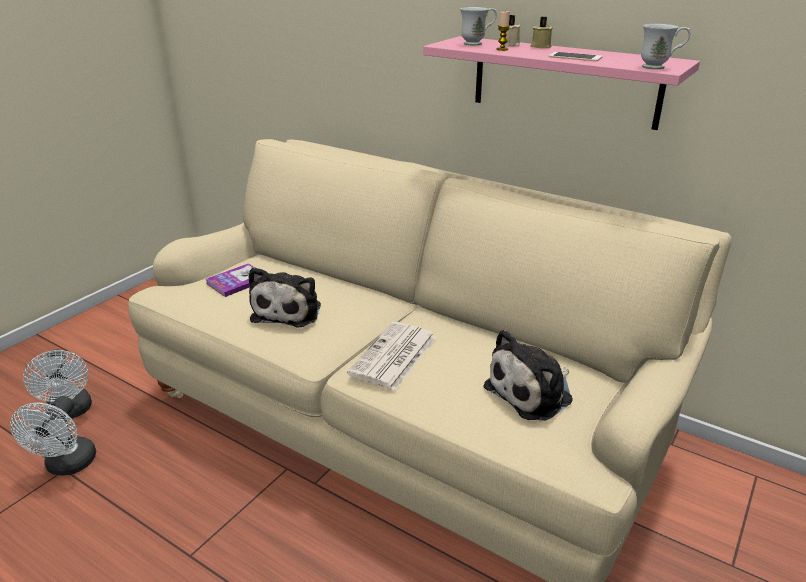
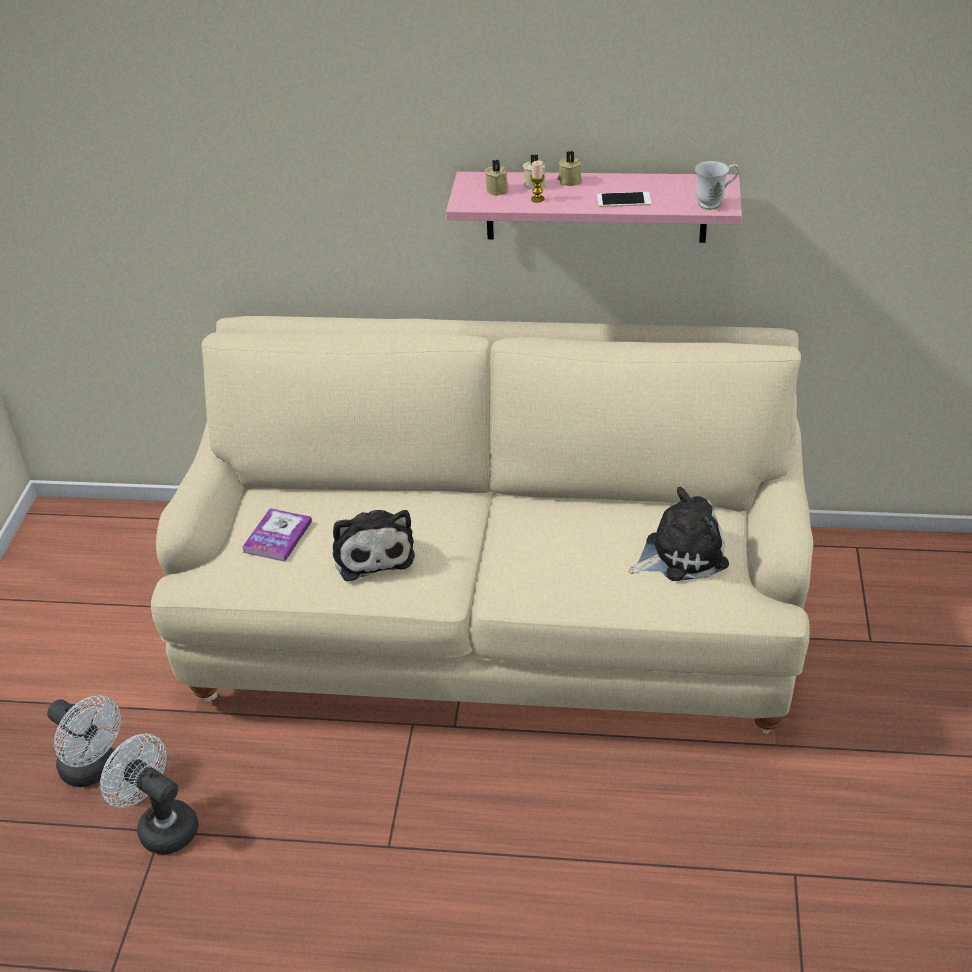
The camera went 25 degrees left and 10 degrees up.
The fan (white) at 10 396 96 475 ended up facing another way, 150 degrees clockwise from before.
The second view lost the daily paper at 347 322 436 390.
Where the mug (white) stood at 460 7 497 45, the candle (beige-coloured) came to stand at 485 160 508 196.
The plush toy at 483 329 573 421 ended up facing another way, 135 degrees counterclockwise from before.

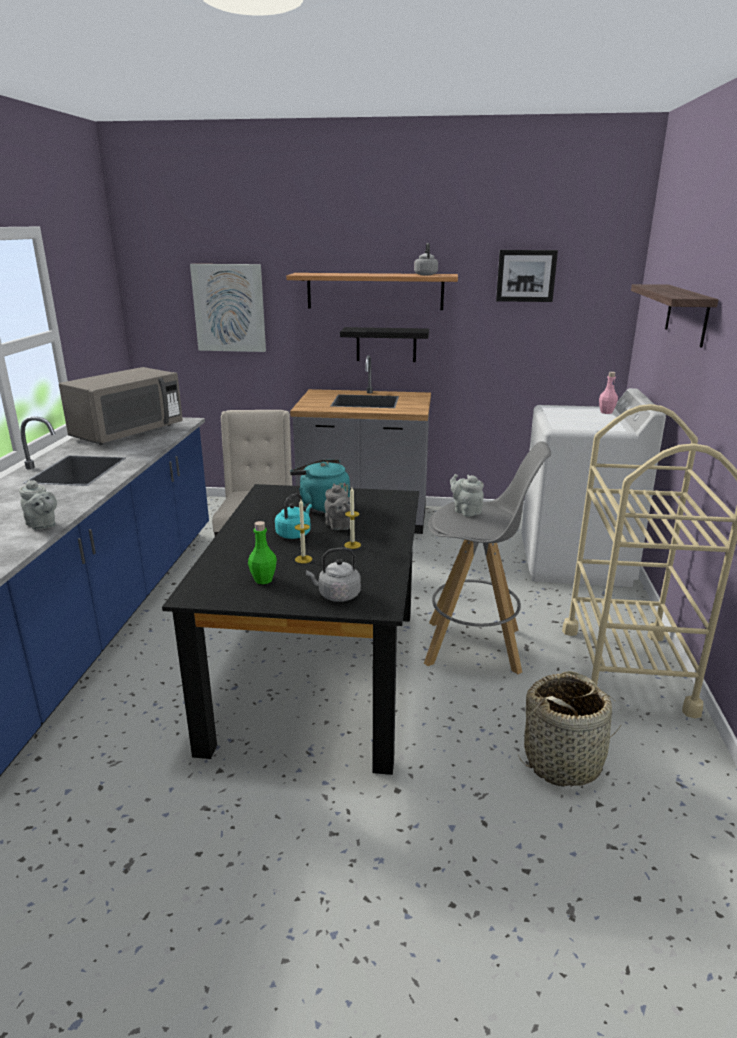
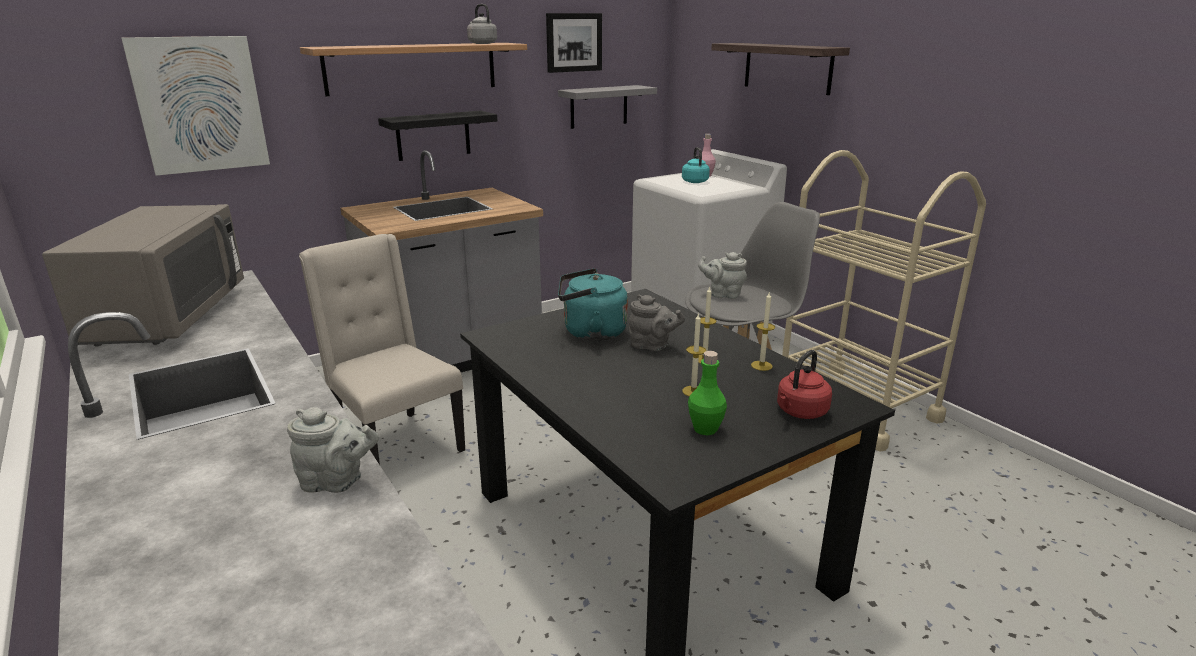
The camera went 40 degrees left and 0 degrees up.
The water kettle (blue-green) ended up elsewhere, having gone from 275 493 312 539 to 682 147 710 183.
What was the water kettle (greyish) at 306 548 361 602 turned into the water kettle (red) at 777 350 832 419.
The second view lost the basket at 518 671 622 787.
The second view gained the wall shelf (greyish) at 558 85 657 129.
The second view gained the candle at 751 291 775 371.

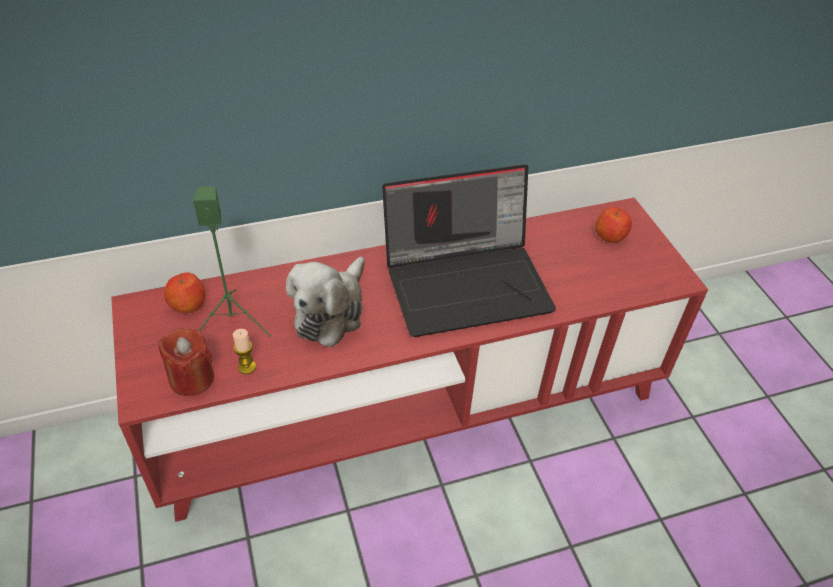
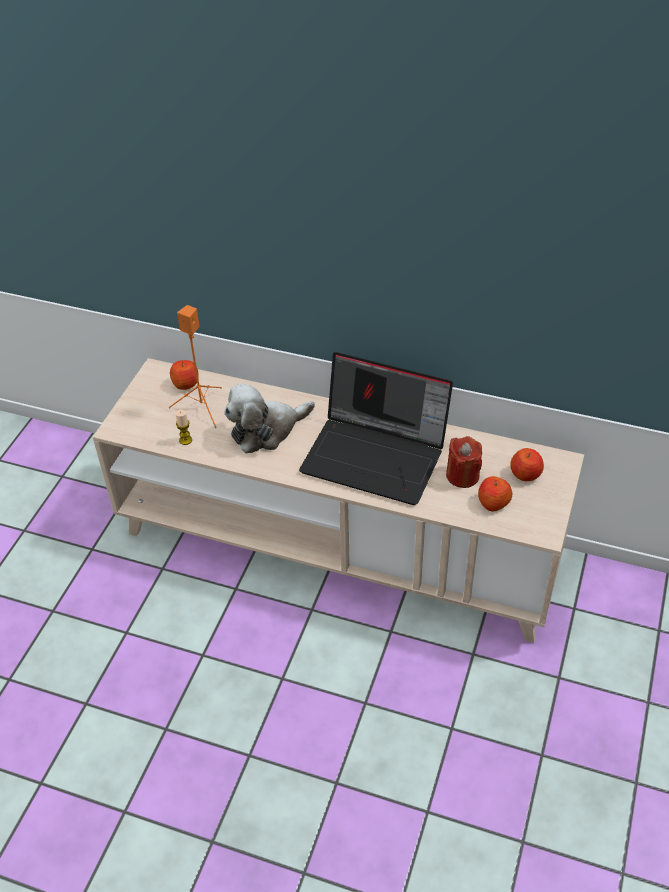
The camera went 40 degrees right and 0 degrees up.
What was the tv unit (red) at 111 198 708 522 turned into the tv unit (beige-coloured) at 93 358 584 643.
The candle (red) ended up elsewhere, having gone from 158 328 214 396 to 446 436 482 488.
What was the speaker (green-coloured) at 193 186 271 337 turned into the speaker (orange-coloured) at 169 305 222 428.
The second view gained the apple fruit at 478 476 512 511.

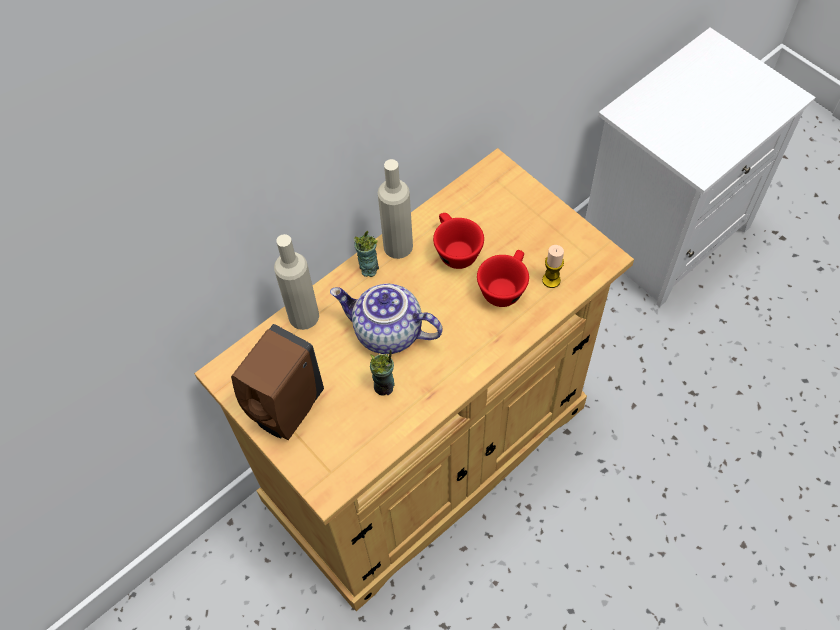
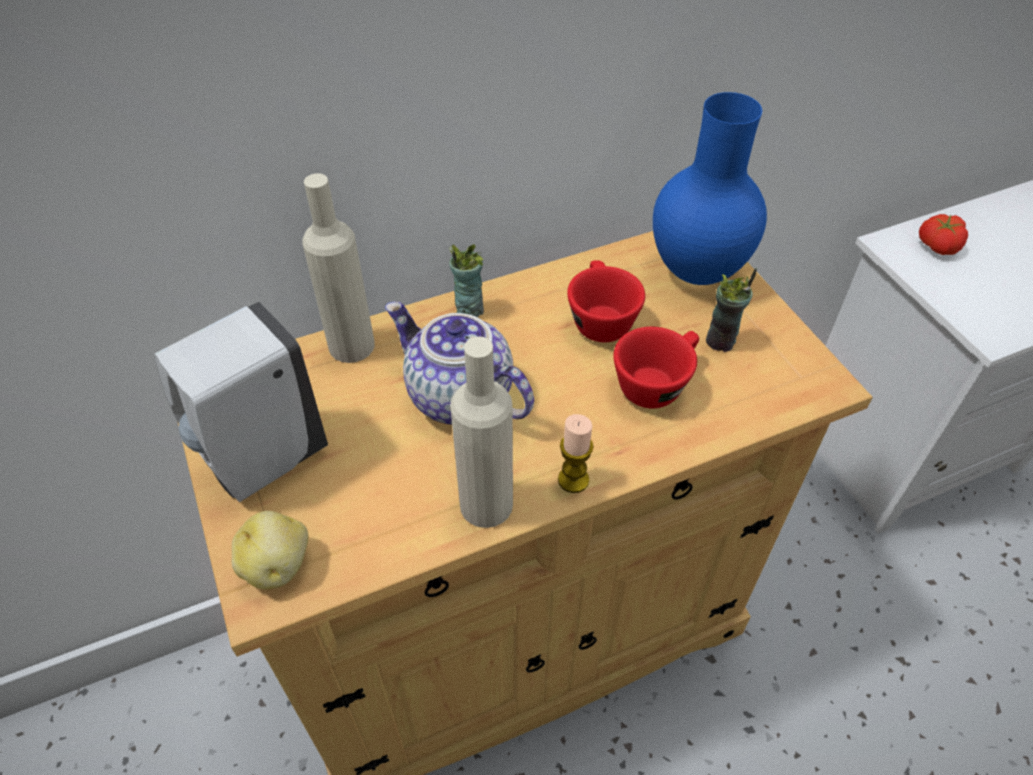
The camera went 15 degrees right and 10 degrees down.
What was the soap bottle (brownish) at 231 324 324 440 turned into the soap bottle (white) at 154 302 328 502.
The drinking cup ended up elsewhere, having gone from 370 349 395 396 to 706 268 757 352.
The bottle (beige-coloured) ended up elsewhere, having gone from 378 159 413 259 to 450 336 513 528.
The candle ended up elsewhere, having gone from 542 245 564 288 to 558 414 594 493.
The second view gained the potato at 232 511 308 589.
The second view gained the vase (blue) at 653 92 767 285.
The second view gained the fresh tomato at 919 214 968 255.

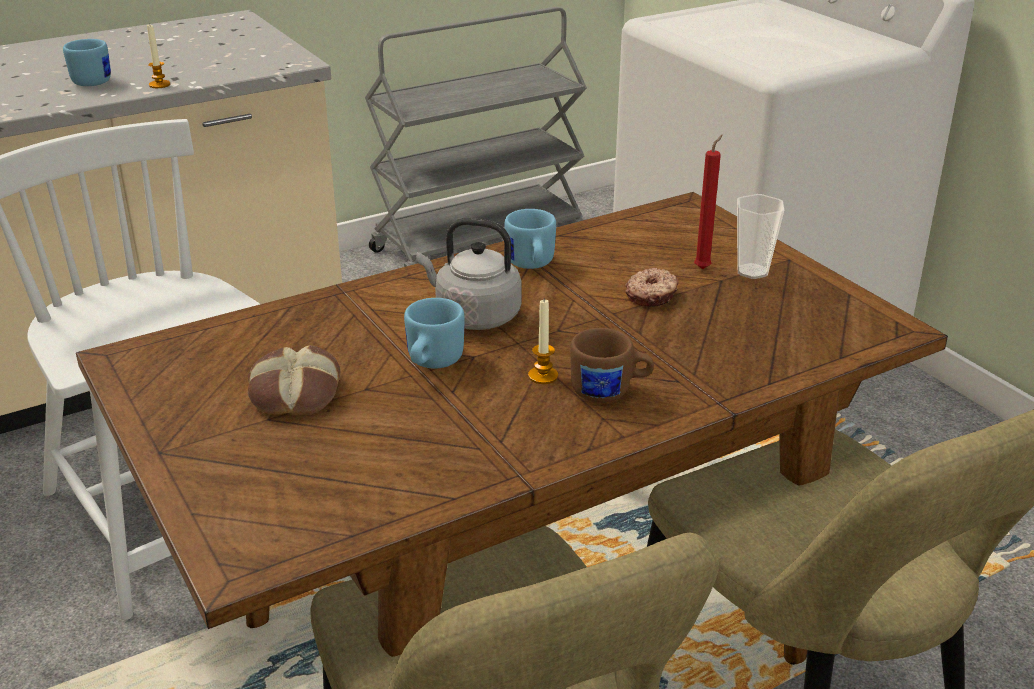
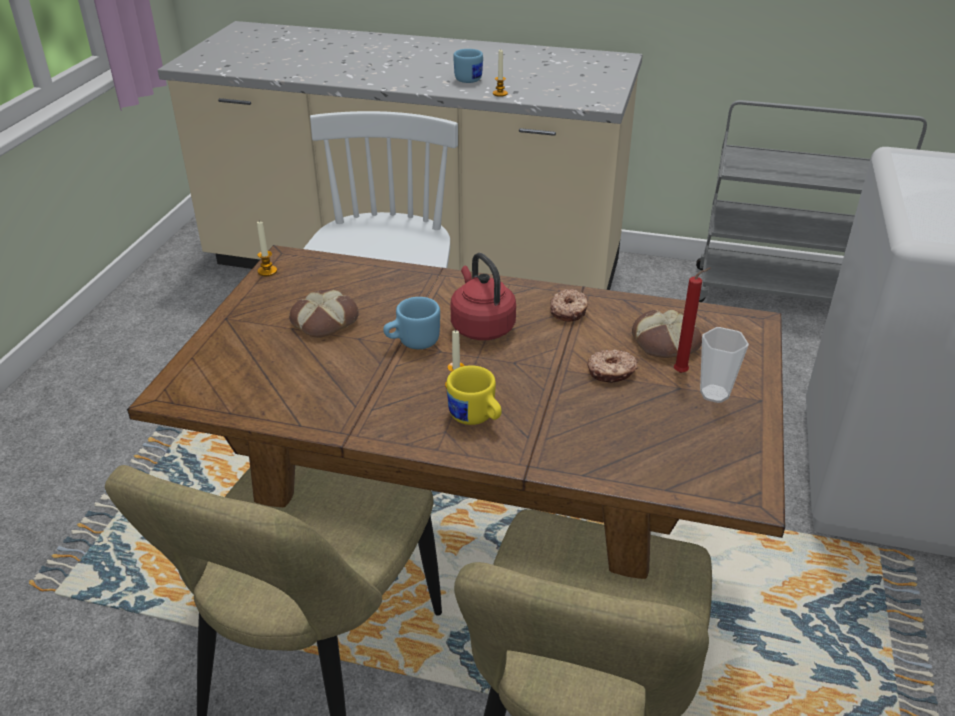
The camera went 45 degrees right and 5 degrees up.
What was the water kettle (greyish) at 416 218 522 330 turned into the water kettle (red) at 451 253 516 340.
Where the mug (blue) stood at 505 209 556 269, the doughnut came to stand at 550 289 588 322.
What was the mug (brownish) at 570 328 654 403 turned into the mug (yellow) at 446 365 502 425.
The second view gained the candle at 257 220 277 276.
The second view gained the bakery bread at 632 309 702 358.

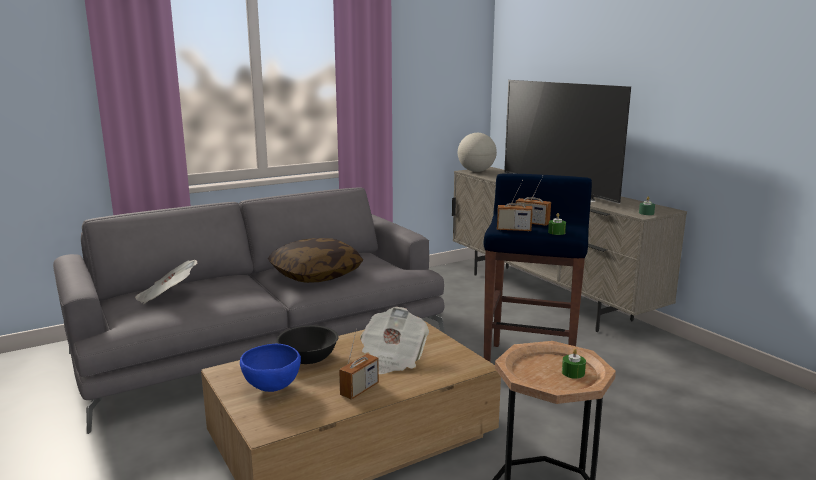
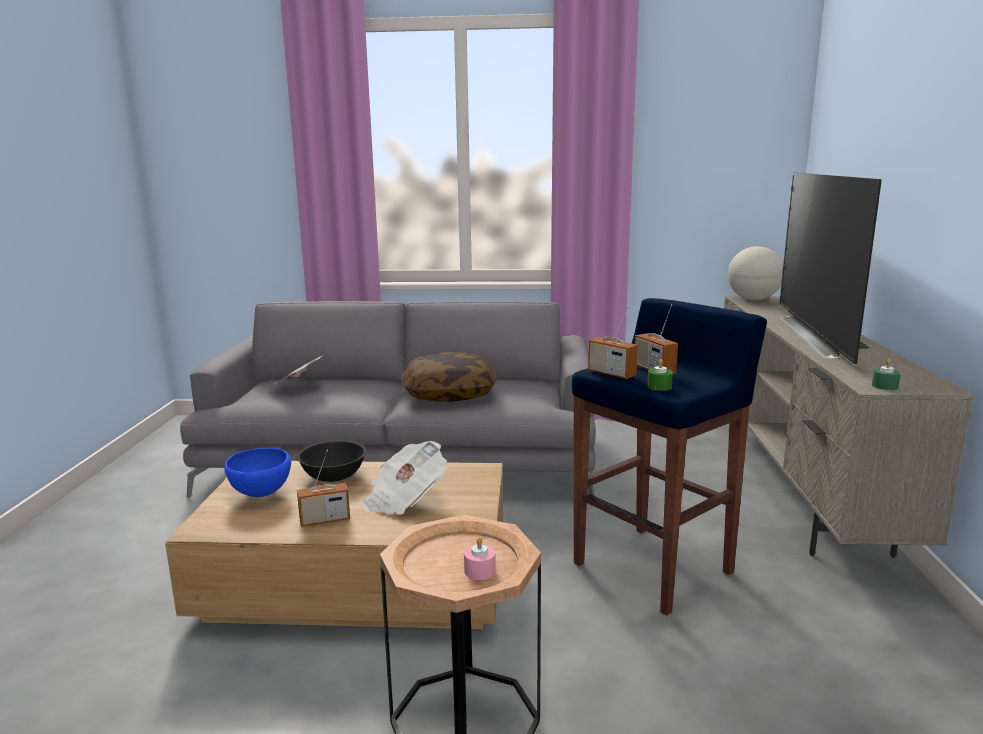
The camera went 35 degrees right and 0 degrees up.
What was the candle (green-coloured) at 562 348 586 379 turned into the candle (pink) at 464 537 496 580.

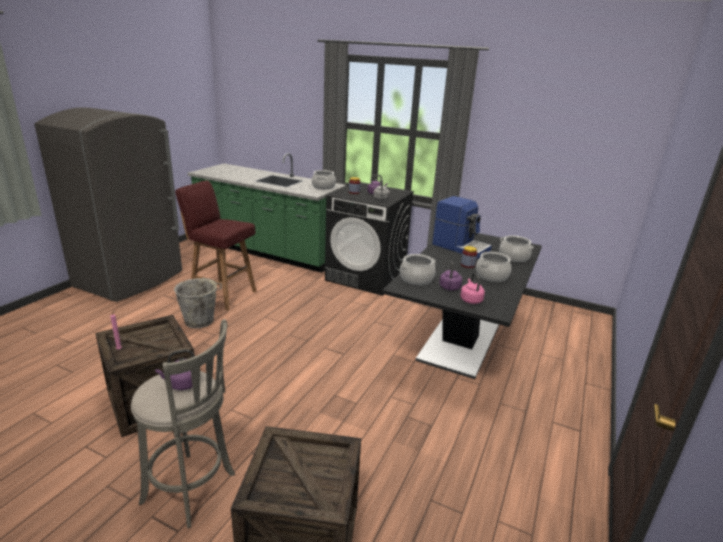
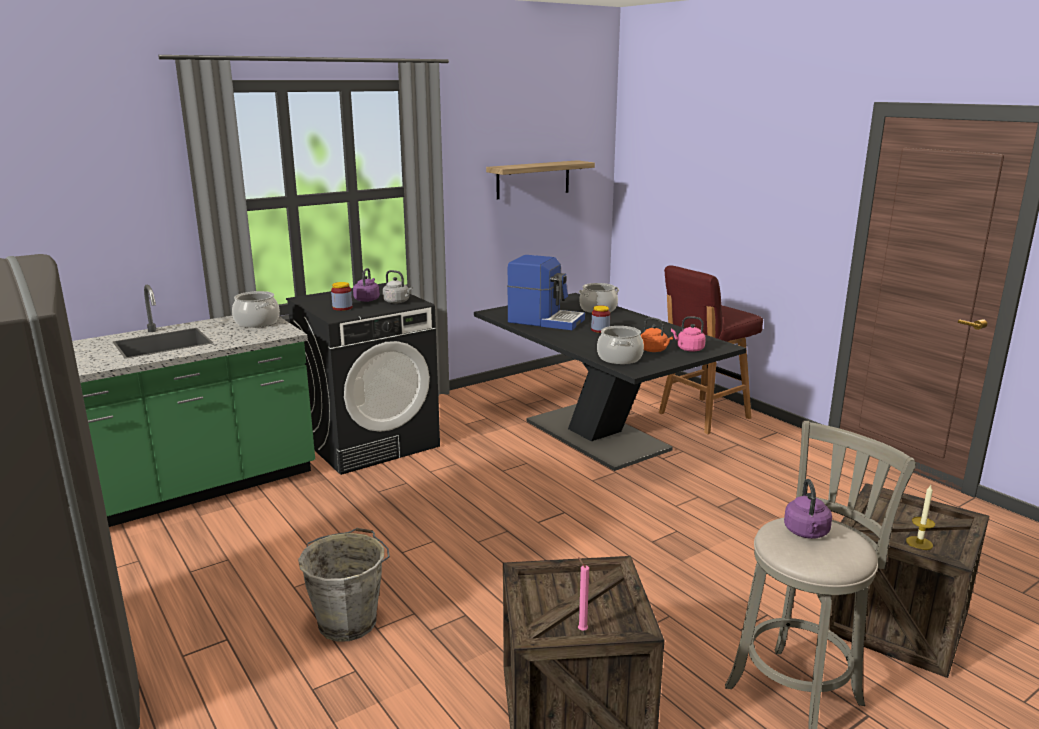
The camera went 60 degrees left and 5 degrees down.
The stool seat (red) ended up elsewhere, having gone from 175 181 257 311 to 659 265 763 434.
The coffee machine at 432 196 492 259 ended up facing another way, 45 degrees clockwise from before.
What was the water kettle (purple-coloured) at 439 261 462 291 turned into the water kettle (orange-coloured) at 641 317 673 352.
The second view lost the stockpot at 476 252 511 282.
The second view gained the wall shelf at 486 160 595 200.
The second view gained the candle at 906 485 935 550.

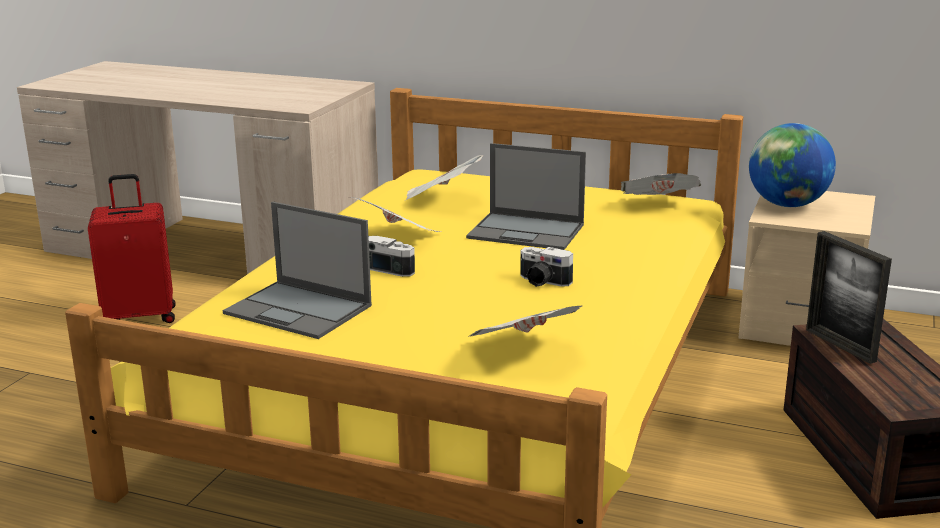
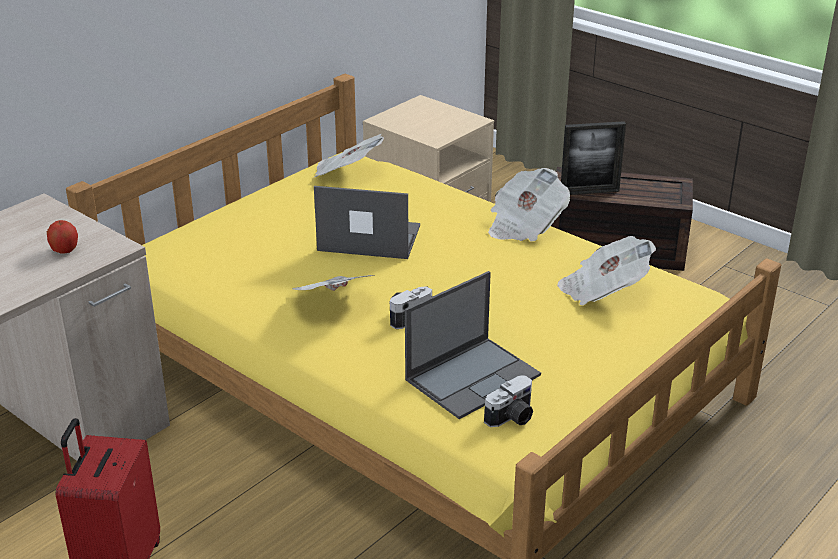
The camera went 70 degrees left and 10 degrees up.
The daily paper ended up elsewhere, having gone from 406 155 483 200 to 489 168 570 242.
The notebook computer at 466 143 586 250 ended up facing another way, 120 degrees counterclockwise from before.
The photo camera ended up elsewhere, having gone from 520 247 573 287 to 484 375 533 427.
The second view lost the globe at 749 123 836 207.
The second view gained the apple fruit at 47 220 78 254.

